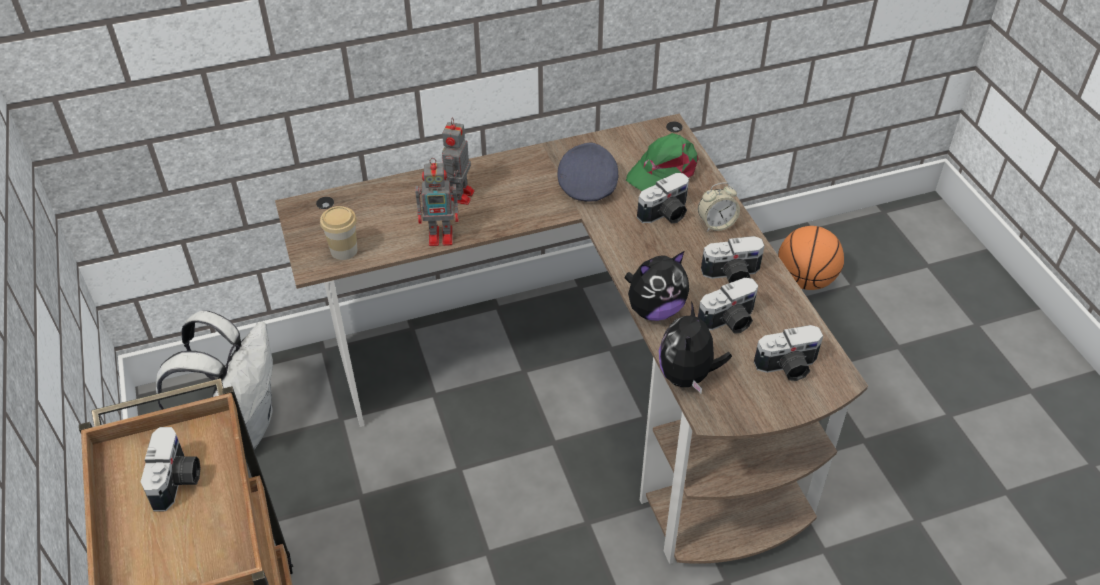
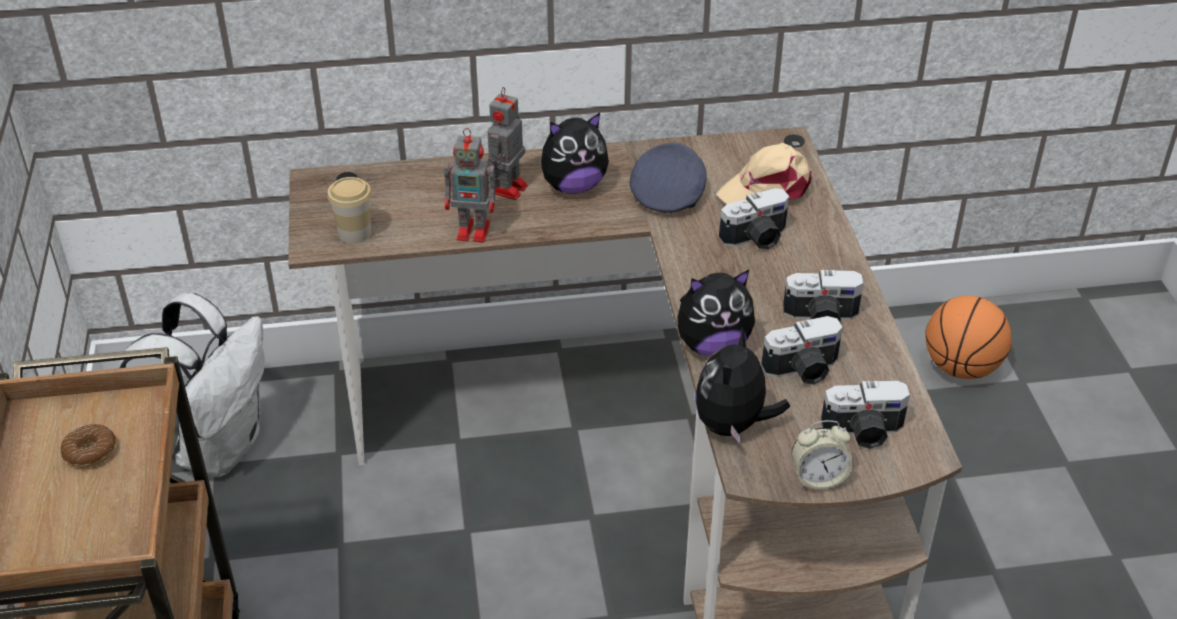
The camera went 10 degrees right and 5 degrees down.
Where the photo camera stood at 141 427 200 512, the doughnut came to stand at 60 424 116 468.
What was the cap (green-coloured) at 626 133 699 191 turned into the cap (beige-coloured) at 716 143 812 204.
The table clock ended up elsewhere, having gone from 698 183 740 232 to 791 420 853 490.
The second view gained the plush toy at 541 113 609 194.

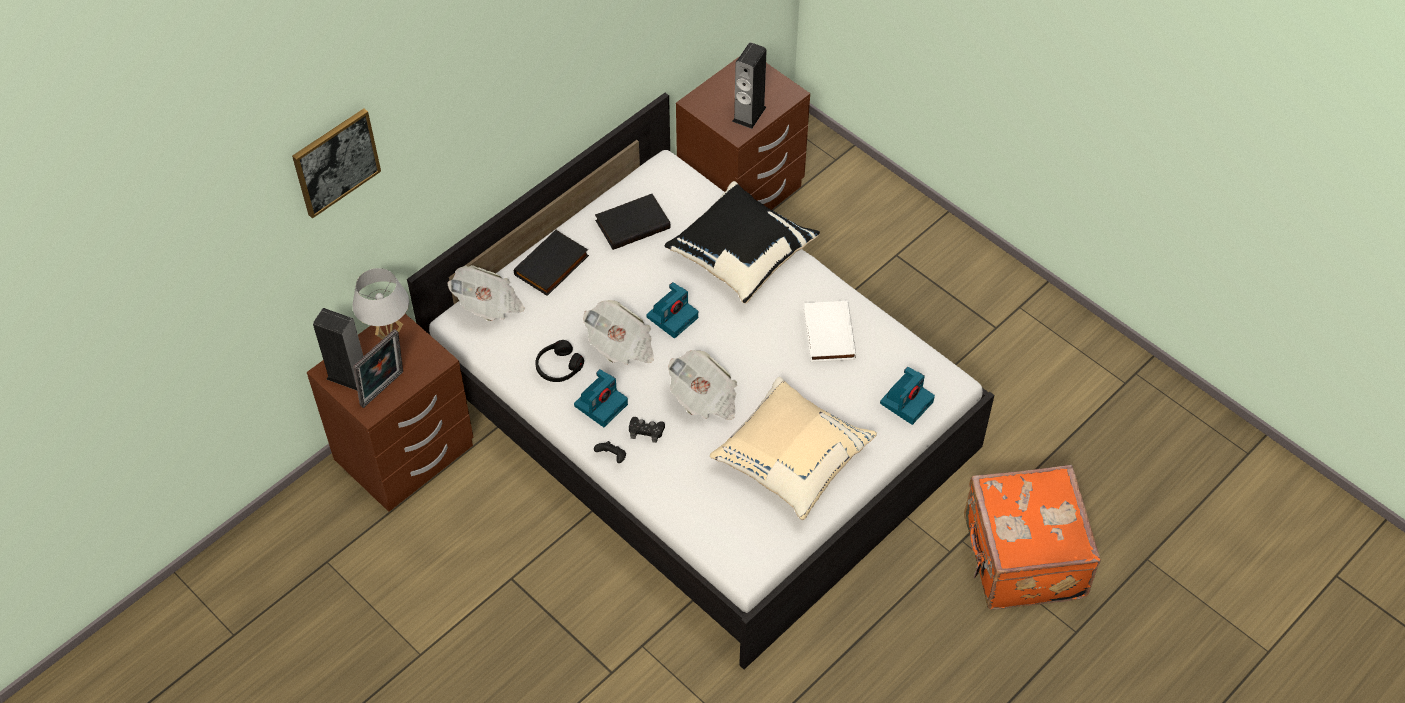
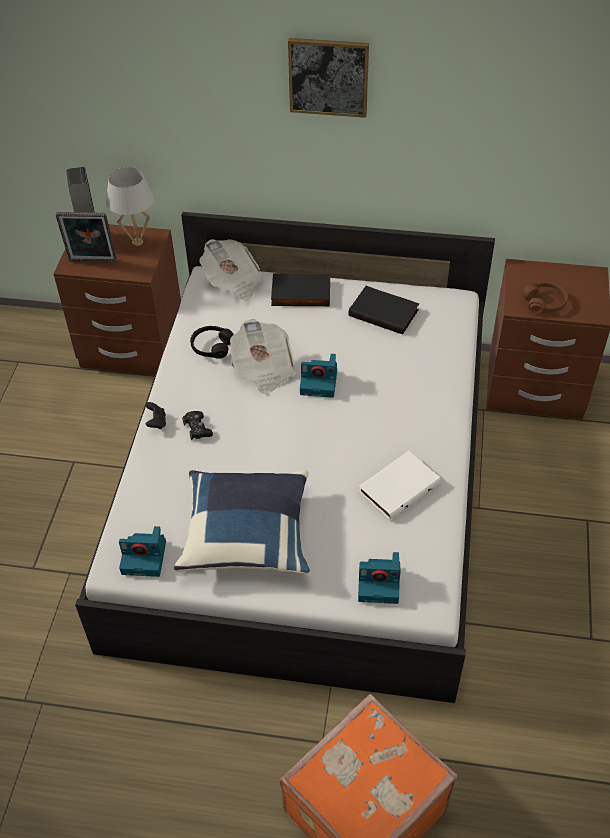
The camera went 55 degrees right and 5 degrees down.
The picture ended up elsewhere, having gone from 292 108 381 219 to 288 38 369 118.
The photo camera ended up elsewhere, having gone from 574 369 628 427 to 119 526 166 577.
The second view lost the throw pillow (blackish) at 665 181 820 304.
The second view lost the daily paper at 668 350 737 420.
What was the throw pillow (beige-coloured) at 710 377 877 520 turned into the throw pillow (blue) at 174 470 310 574.
Where the speaker stood at 732 42 767 129, the pair of headphones (brownish) came to stand at 523 282 568 314.

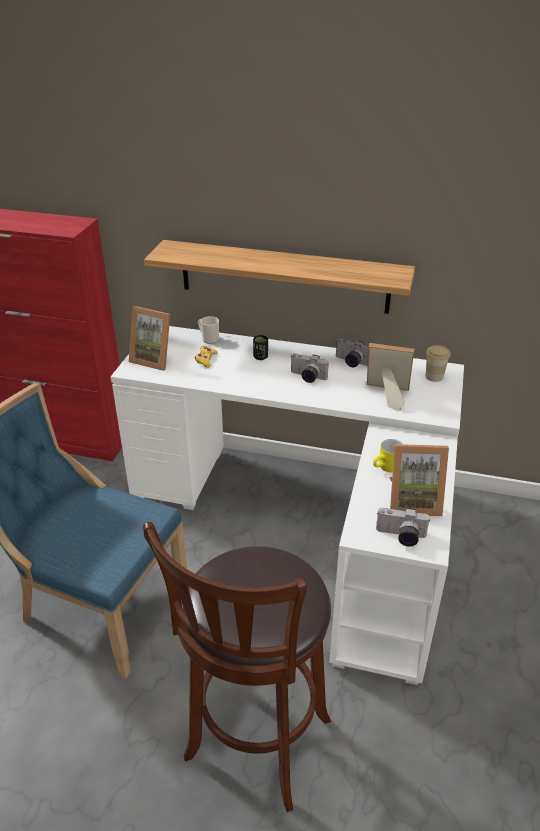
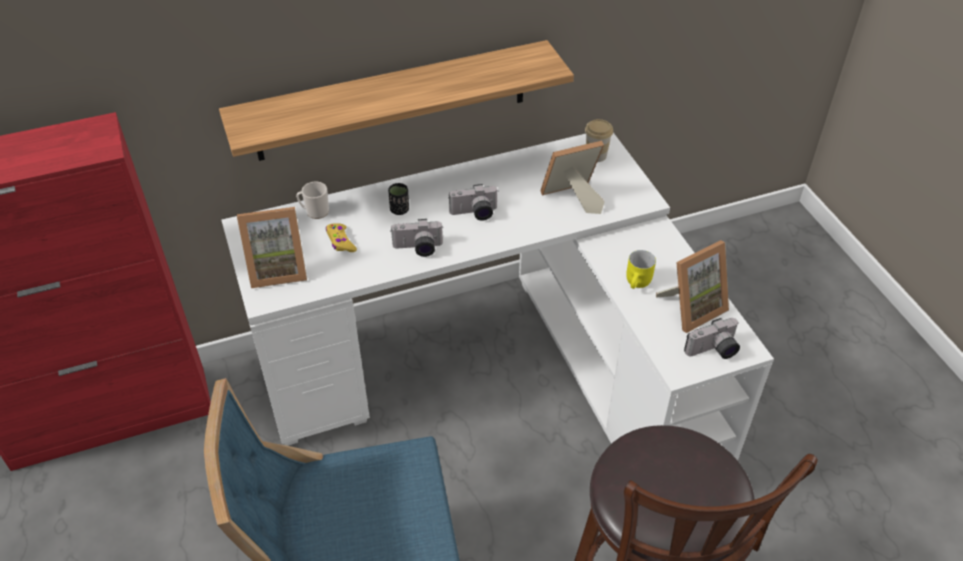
The camera went 35 degrees left and 10 degrees up.
The photo camera ended up elsewhere, having gone from 336 338 369 367 to 391 219 443 257.

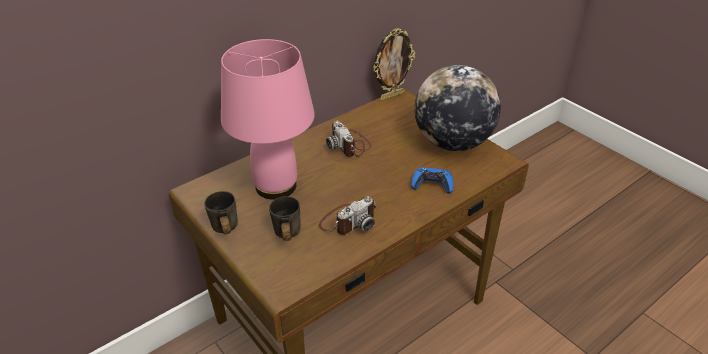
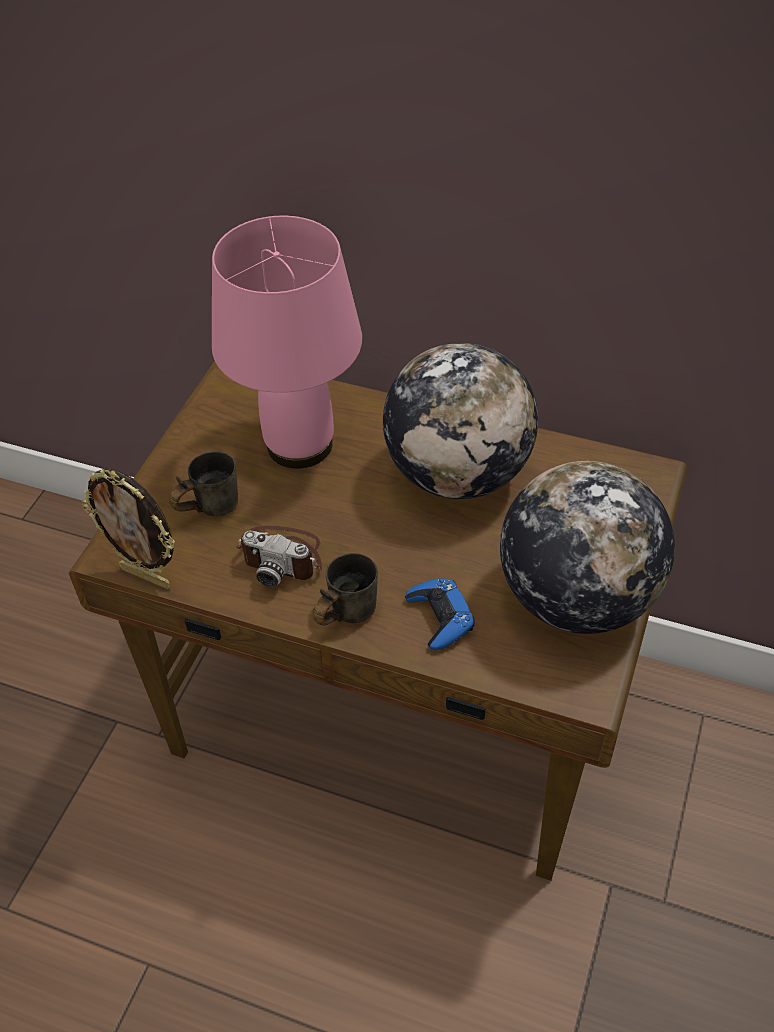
The camera went 60 degrees right and 10 degrees up.
The mug (greyish) ended up elsewhere, having gone from 204 191 238 234 to 313 553 378 626.
Where the photo camera stood at 326 121 372 157, the globe came to stand at 383 343 538 499.
The photo frame ended up elsewhere, having gone from 373 28 415 100 to 82 469 175 589.

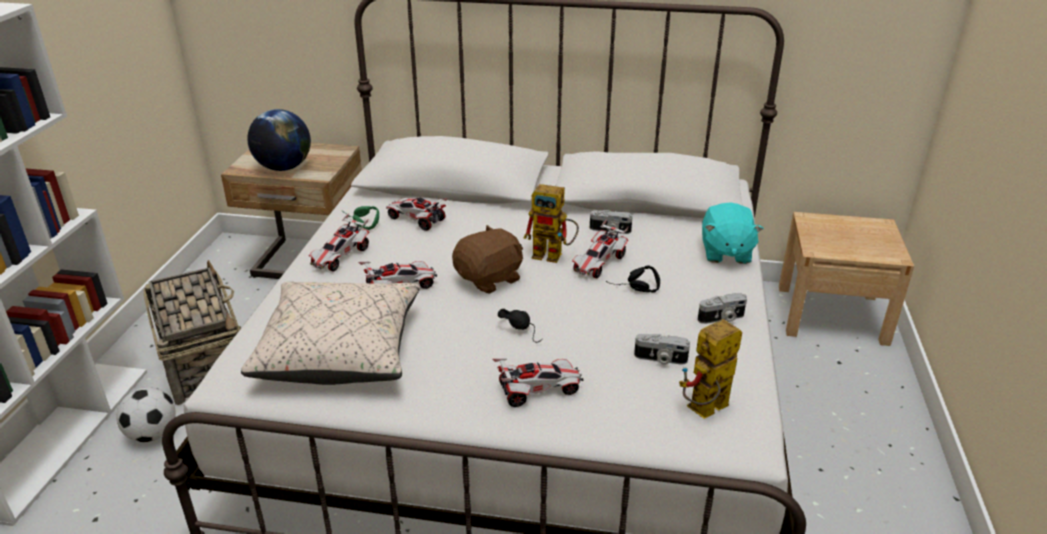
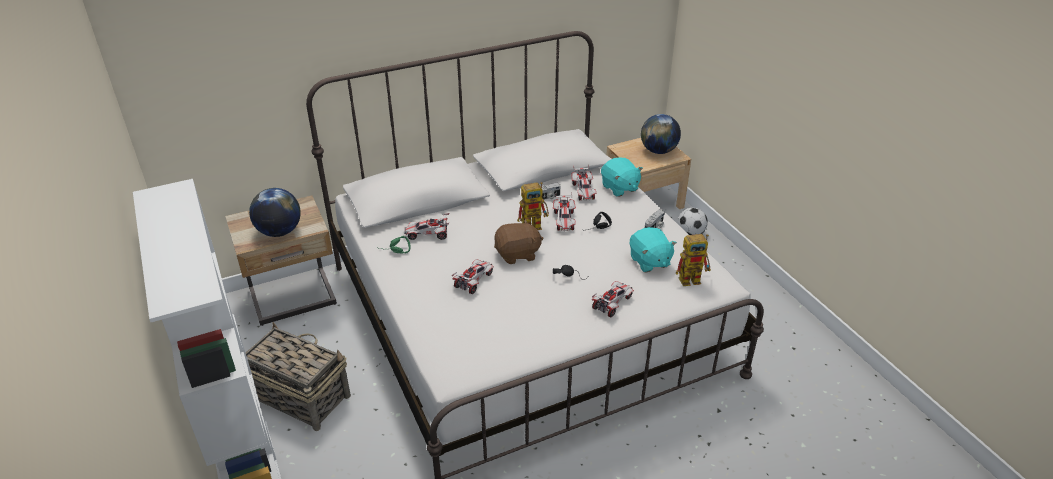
The camera went 35 degrees left and 5 degrees up.
The ball for football ended up elsewhere, having gone from 117 387 176 442 to 677 208 708 235.
The second view lost the throw pillow (beige-coloured) at 241 282 420 385.
The model car ended up elsewhere, having gone from 309 213 369 271 to 571 165 596 201.
The plush toy (brownish) at 452 225 523 294 ended up facing another way, 60 degrees clockwise from before.
Where the photo camera stood at 634 334 690 365, the plush toy (blue-green) came to stand at 630 227 677 272.
The toy robot at 679 319 742 419 ended up facing another way, 120 degrees counterclockwise from before.
The second view gained the globe at 641 114 681 154.

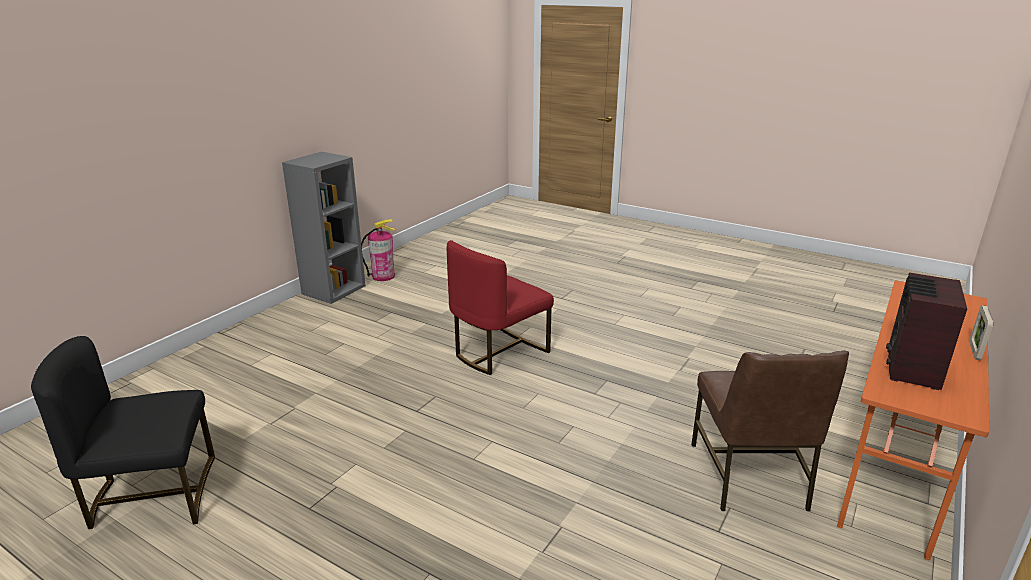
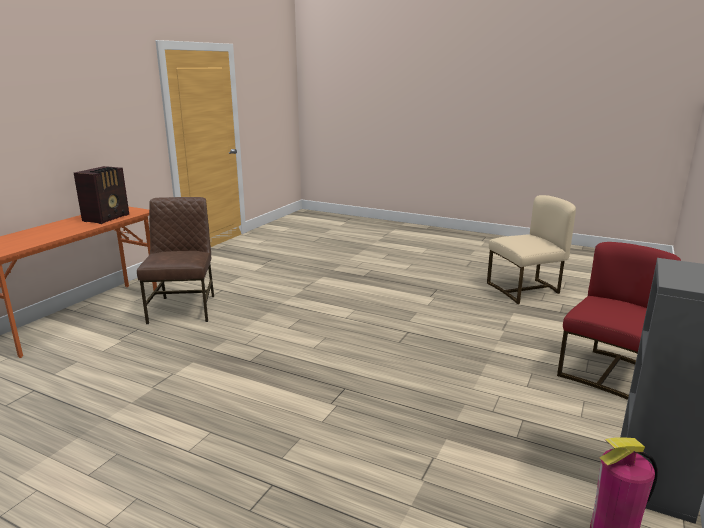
The camera went 175 degrees right and 5 degrees down.
What was the plain chair (blackish) at 31 336 215 529 turned into the plain chair (beige-coloured) at 487 195 576 304.
The plain chair (red) ended up elsewhere, having gone from 447 240 554 375 to 557 242 681 400.
The second view lost the photo frame at 969 305 993 360.

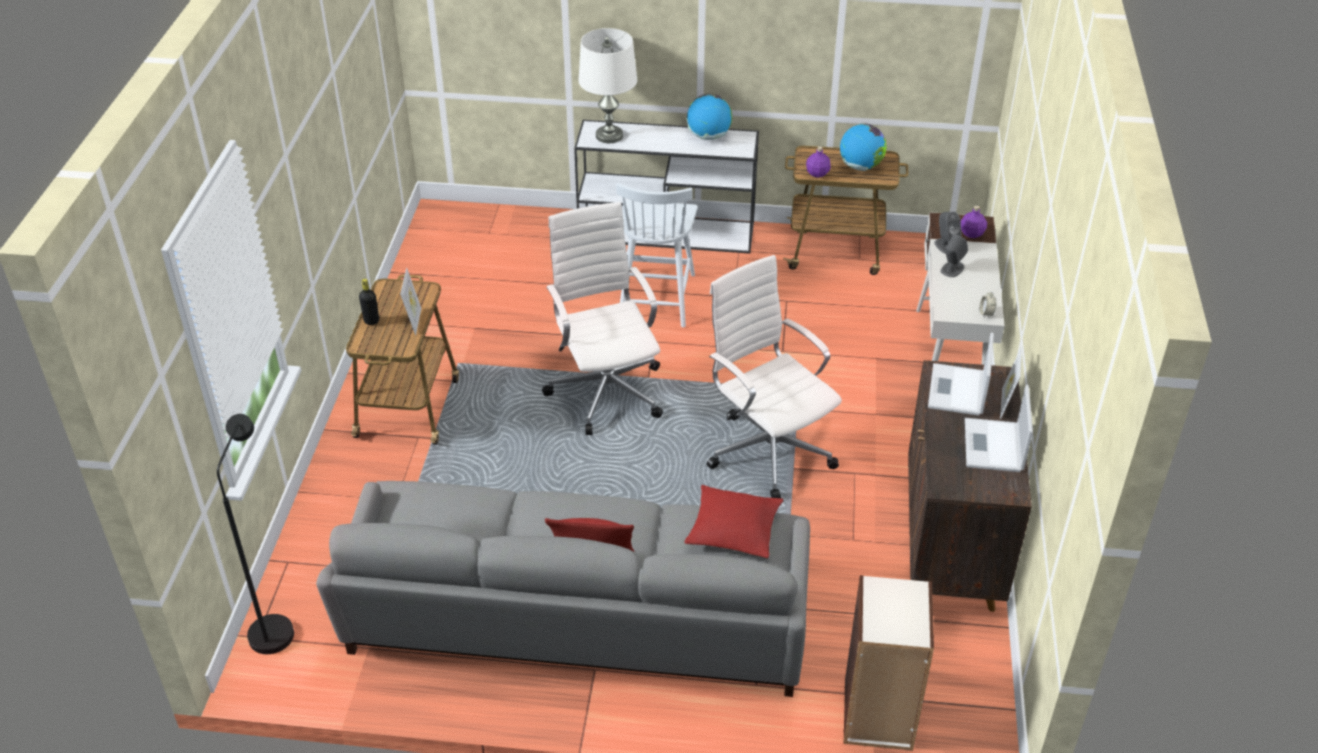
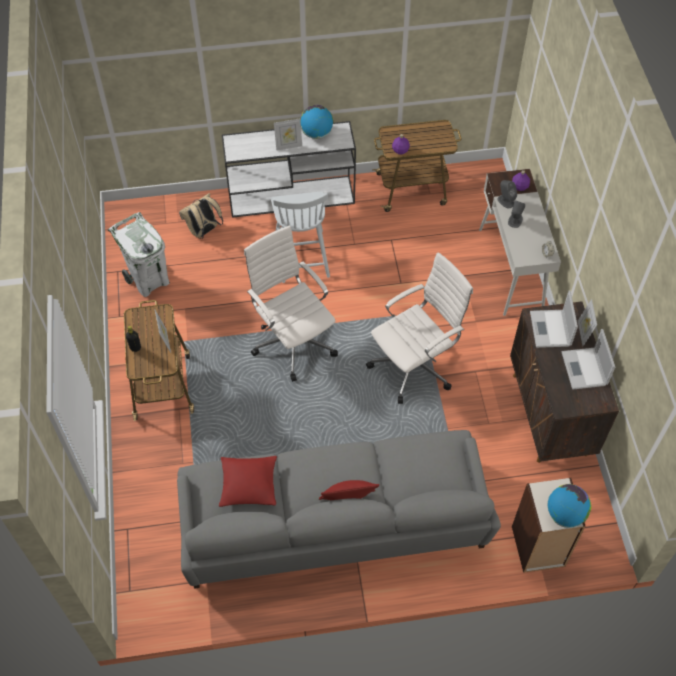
The camera went 15 degrees left and 15 degrees up.
The second view lost the standard lamp (blackish) at 217 414 294 654.
The second view lost the table lamp (white) at 578 28 637 143.
The throw pillow (red) ended up elsewhere, having gone from 684 485 783 558 to 219 456 277 507.
The computer chair (white) at 707 255 842 498 ended up facing another way, 105 degrees clockwise from before.
The globe ended up elsewhere, having gone from 840 123 886 171 to 547 484 591 528.
The second view gained the trash can (white) at 108 212 170 297.
The second view gained the knapsack (beige-coloured) at 179 193 223 239.
The second view gained the photo frame at 274 118 302 151.

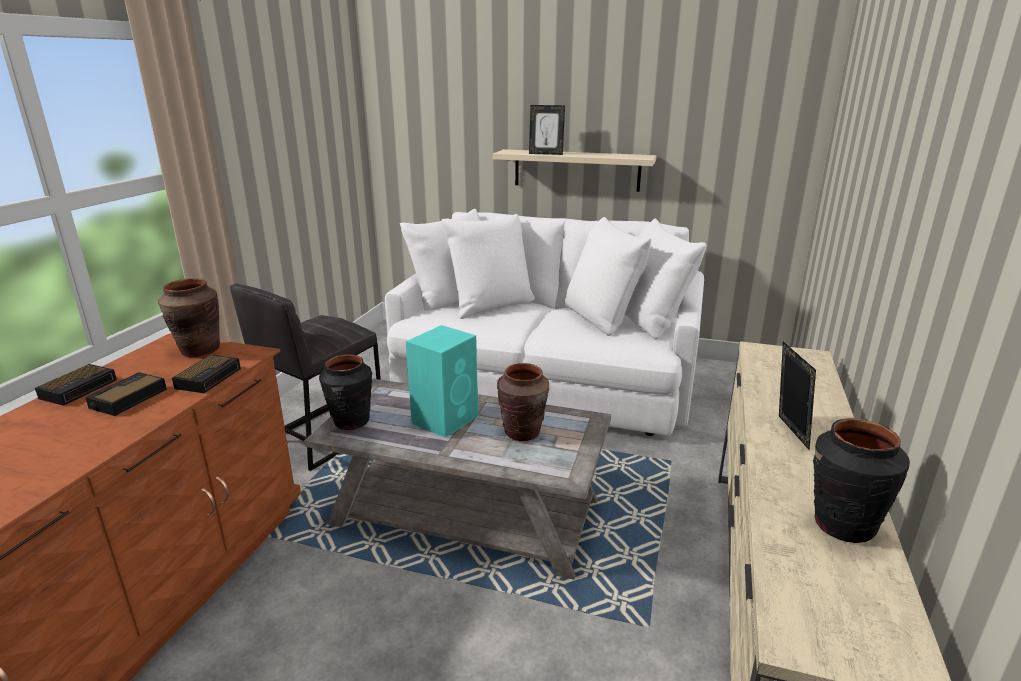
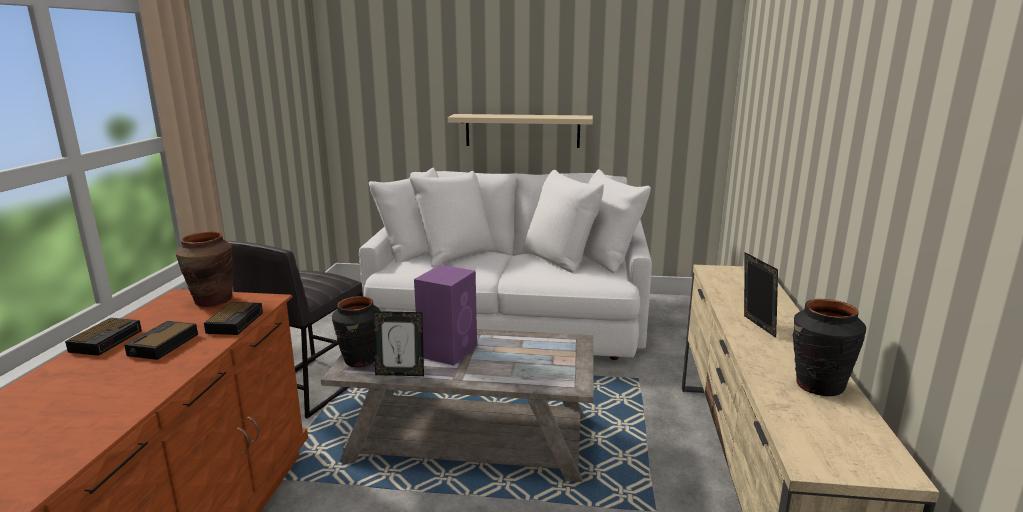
The camera went 10 degrees left and 5 degrees down.
What was the speaker (blue-green) at 406 325 478 438 turned into the speaker (purple-coloured) at 414 265 477 366.
The second view lost the vase (brownish) at 497 363 549 441.
The photo frame ended up elsewhere, having gone from 529 105 565 155 to 373 311 424 376.

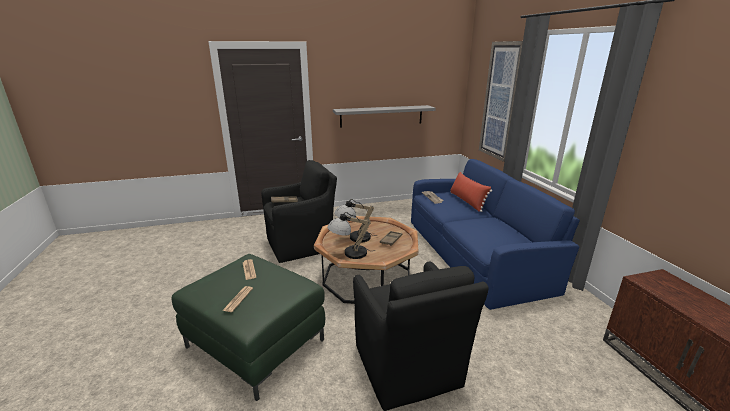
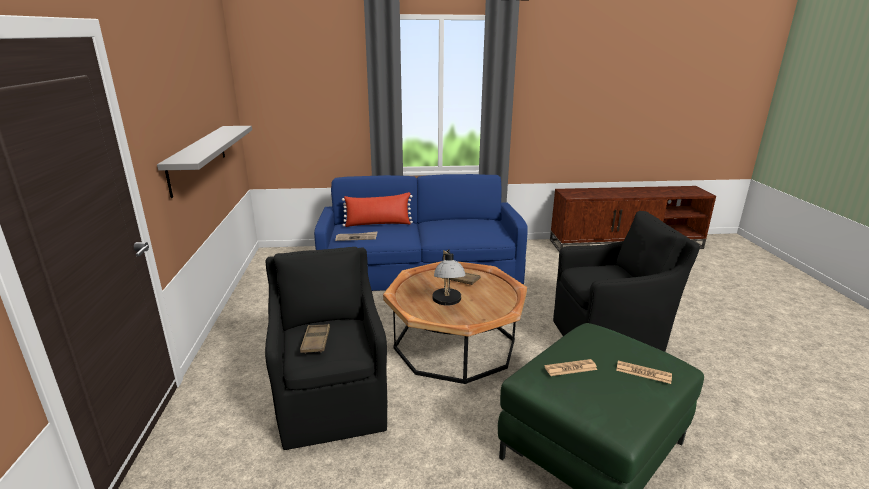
The camera went 80 degrees left and 0 degrees up.
The second view lost the table lamp at 328 212 375 259.
The second view lost the picture at 479 41 523 162.

